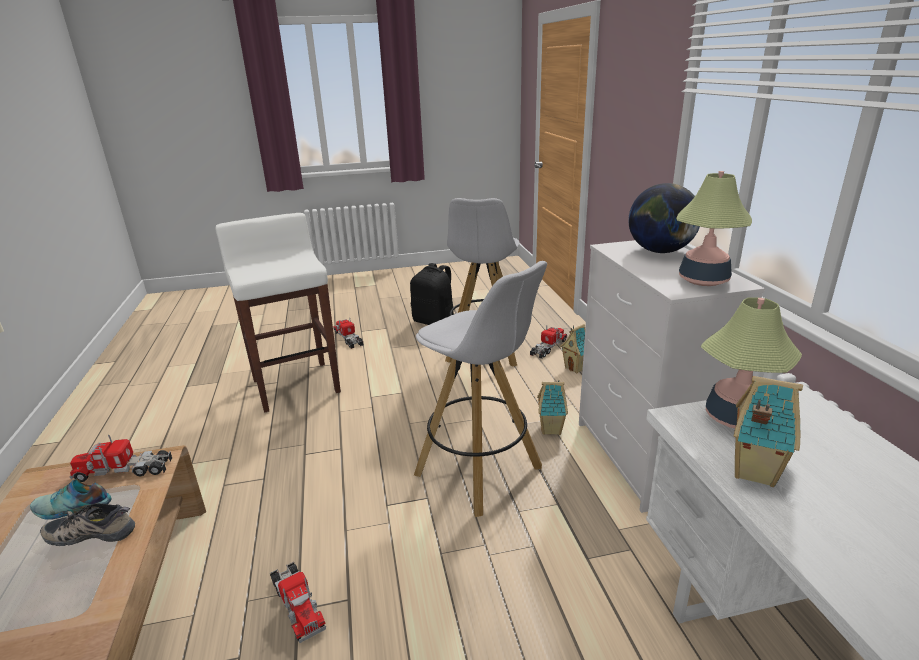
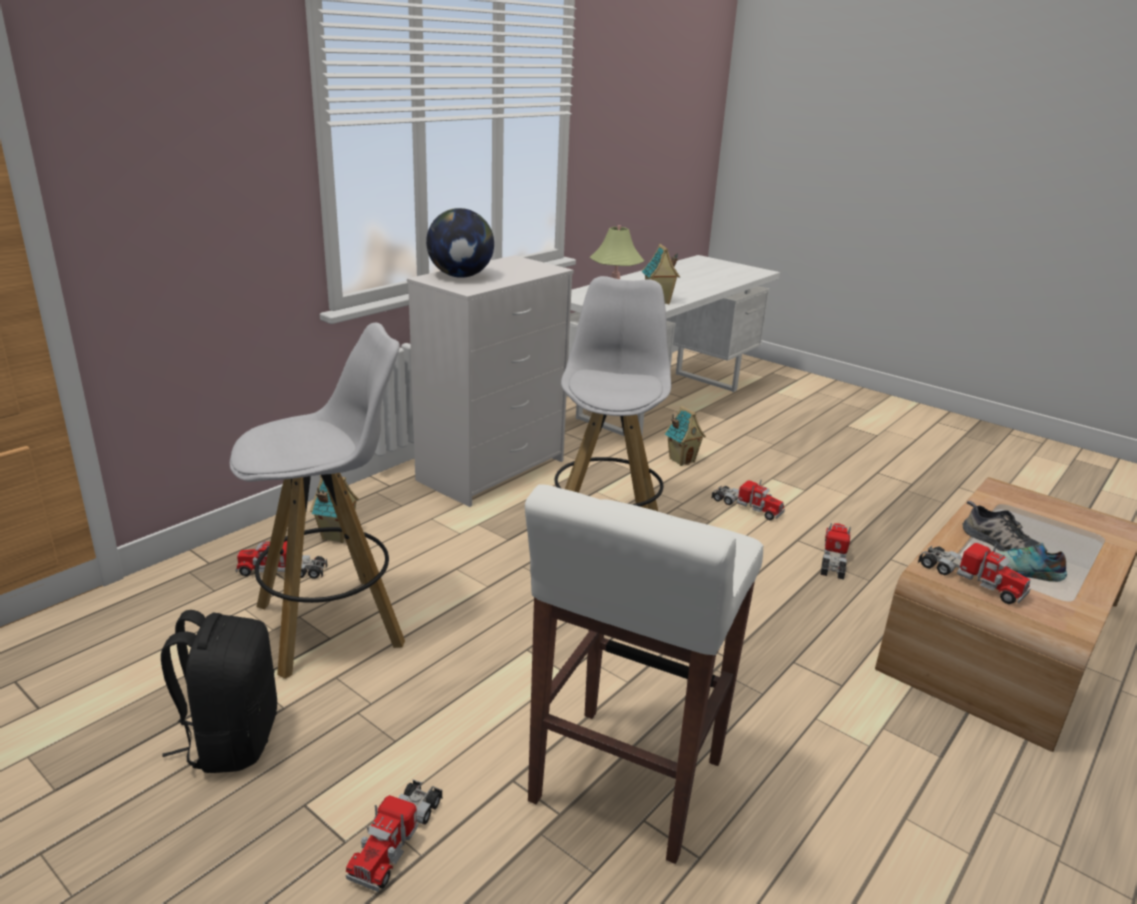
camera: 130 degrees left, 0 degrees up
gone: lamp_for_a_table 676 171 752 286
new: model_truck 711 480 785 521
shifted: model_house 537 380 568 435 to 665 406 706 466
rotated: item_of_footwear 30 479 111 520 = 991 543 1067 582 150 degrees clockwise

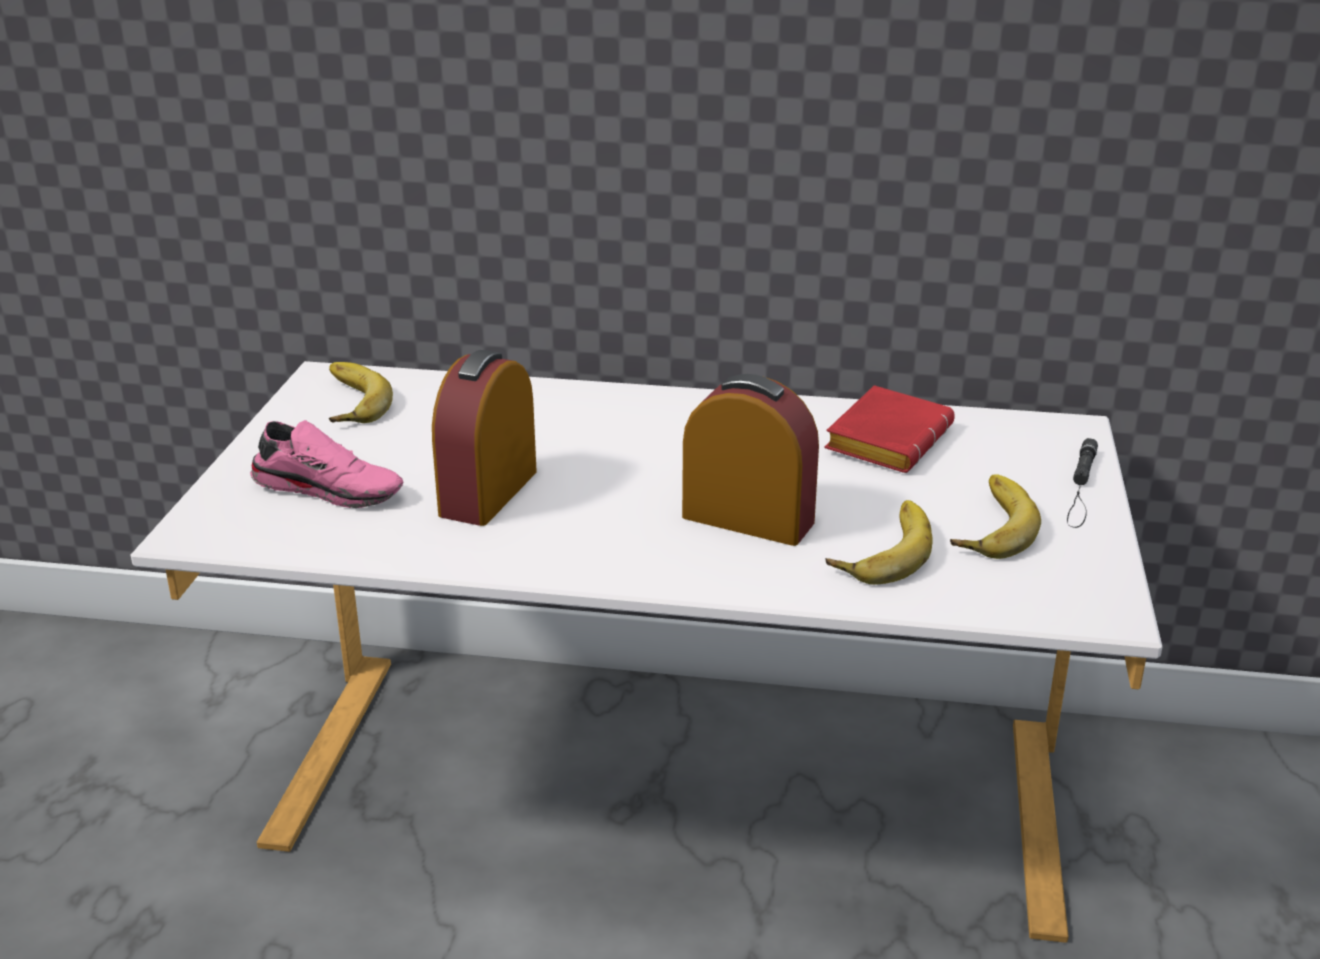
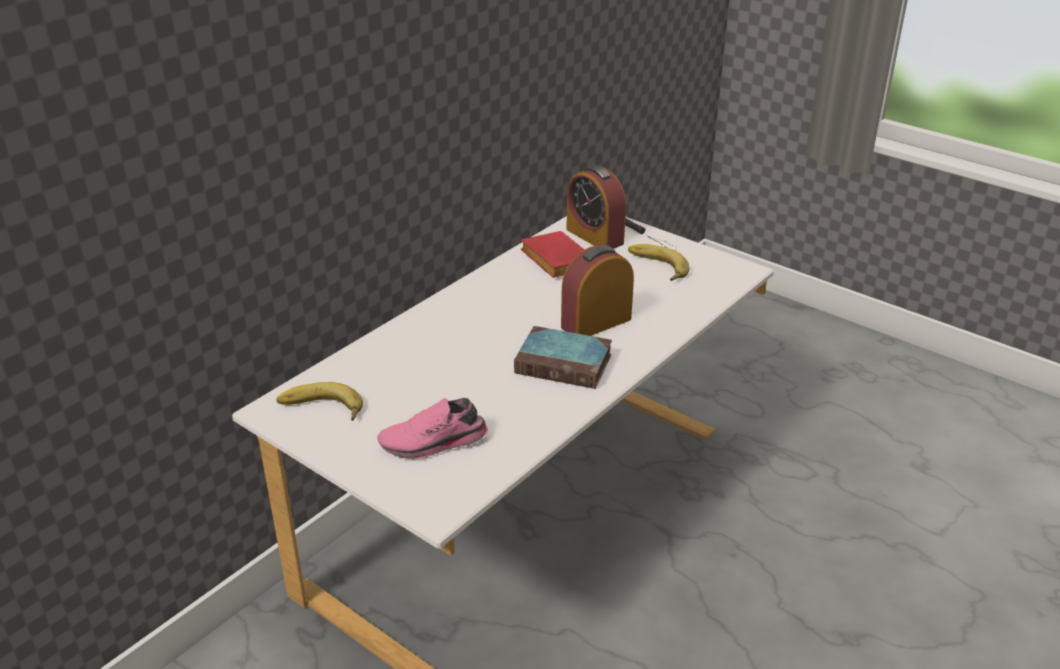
camera: 60 degrees left, 5 degrees up
gone: banana 825 500 933 585
new: book 514 326 612 389
shifted: table_clock 432 350 537 526 to 566 165 626 249
rotated: pinkish_item_of_footwear 250 420 404 508 = 377 398 488 460 150 degrees counterclockwise

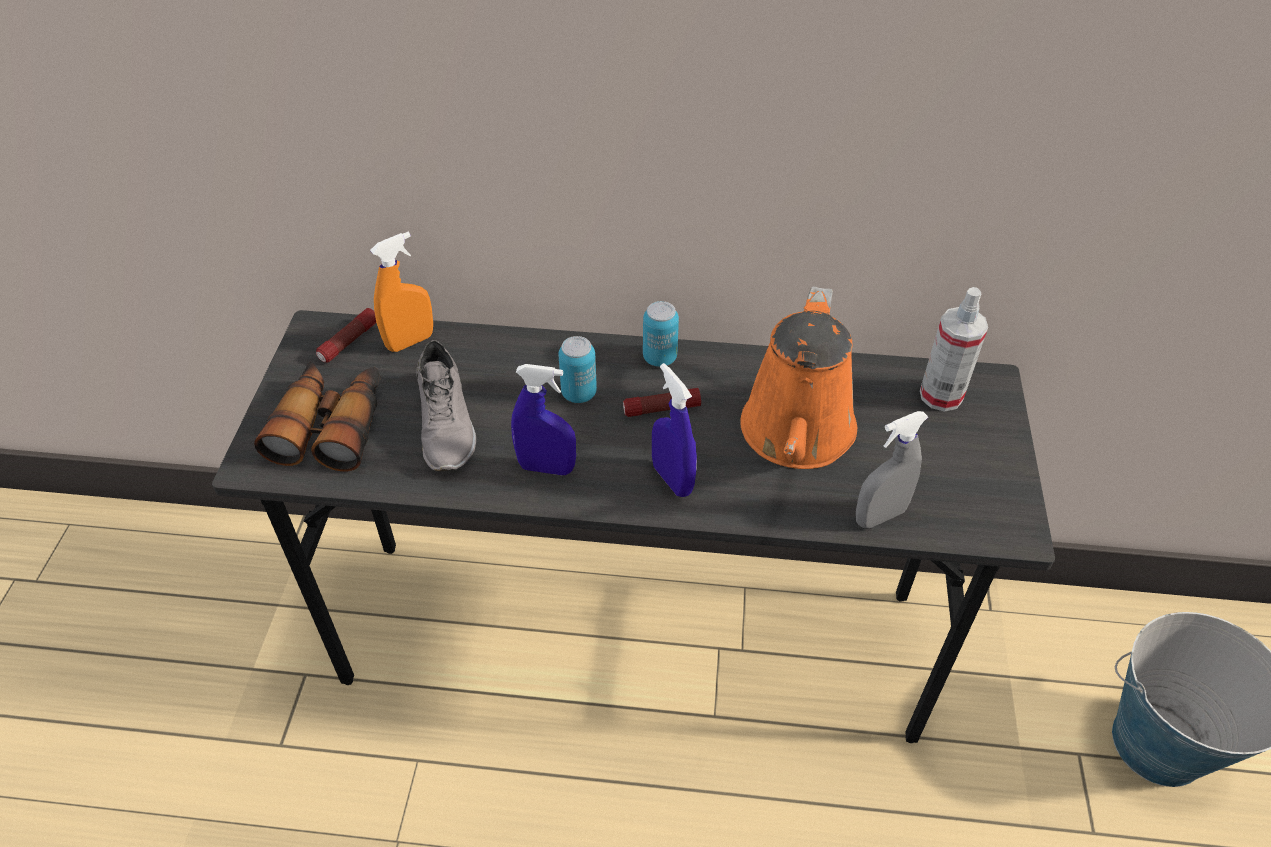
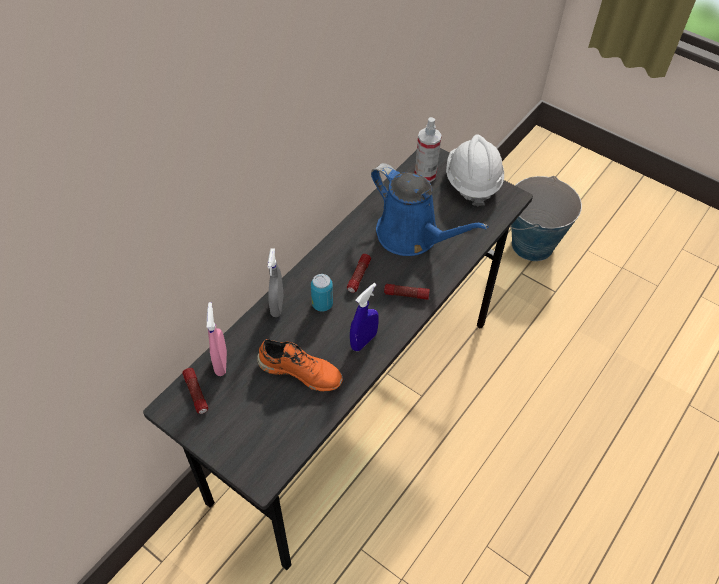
camera: 60 degrees left, 5 degrees up
gone: field_glasses 254 361 381 471; can 643 301 679 367
new: white-coloured_safety_helmet 446 135 504 207
shifted: grey_sprayer 856 411 928 528 to 268 248 283 317
swapped: blue-coloured_sprayer 652 363 697 497 to flashlight 384 284 430 300
repainted: orange_sprayer 370 232 433 352 to pinkish_sprayer 206 302 227 376; grey_item_of_footwear 416 340 476 472 to orange_item_of_footwear 257 339 343 392; orange_watering_pot 740 287 857 469 to blue-coloured_watering_pot 371 163 488 256

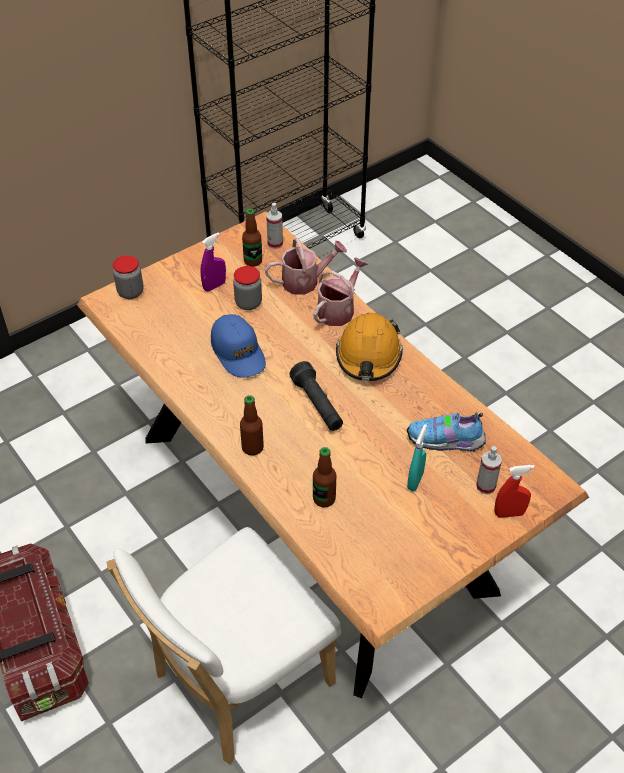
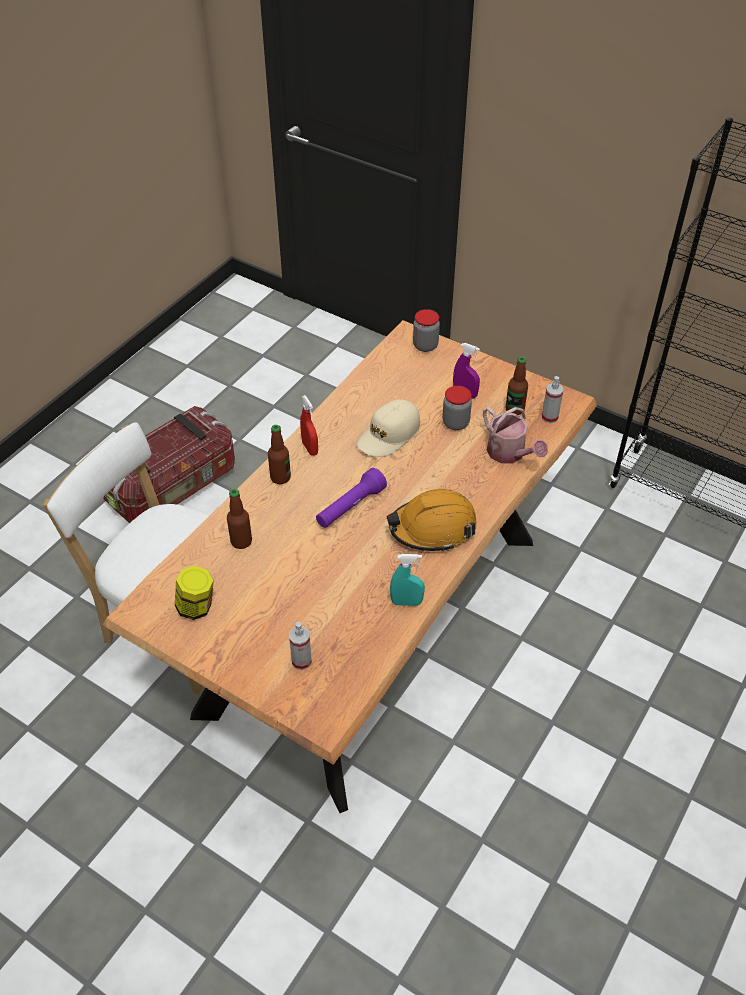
camera: 70 degrees right, 0 degrees up
gone: watering_pot 314 257 368 326; item_of_footwear 407 412 485 451
new: storage_jar 175 566 214 620
shifted: turquoise-coloured_sprayer 407 424 427 491 to 390 554 425 606; red-coloured_sprayer 495 465 535 518 to 300 395 318 456
repainted: blue-coloured_cap 211 314 266 378 to beige-coloured_cap 357 399 420 457; black-coloured_flashlight 289 361 343 431 to purplish_flashlight 316 468 387 528

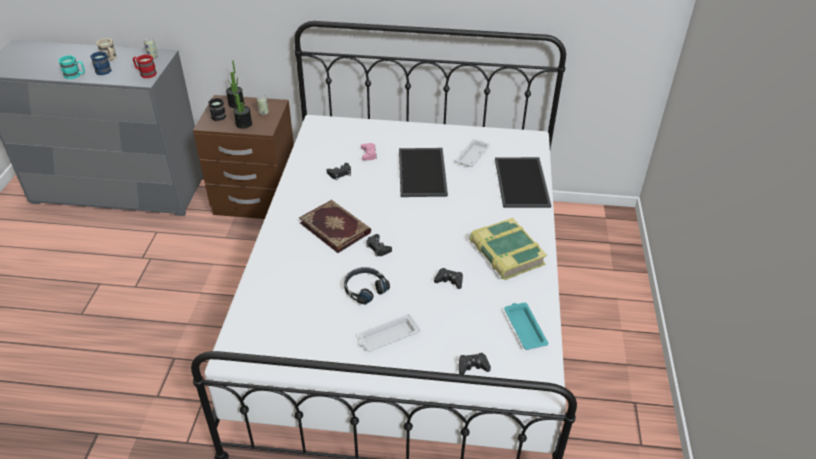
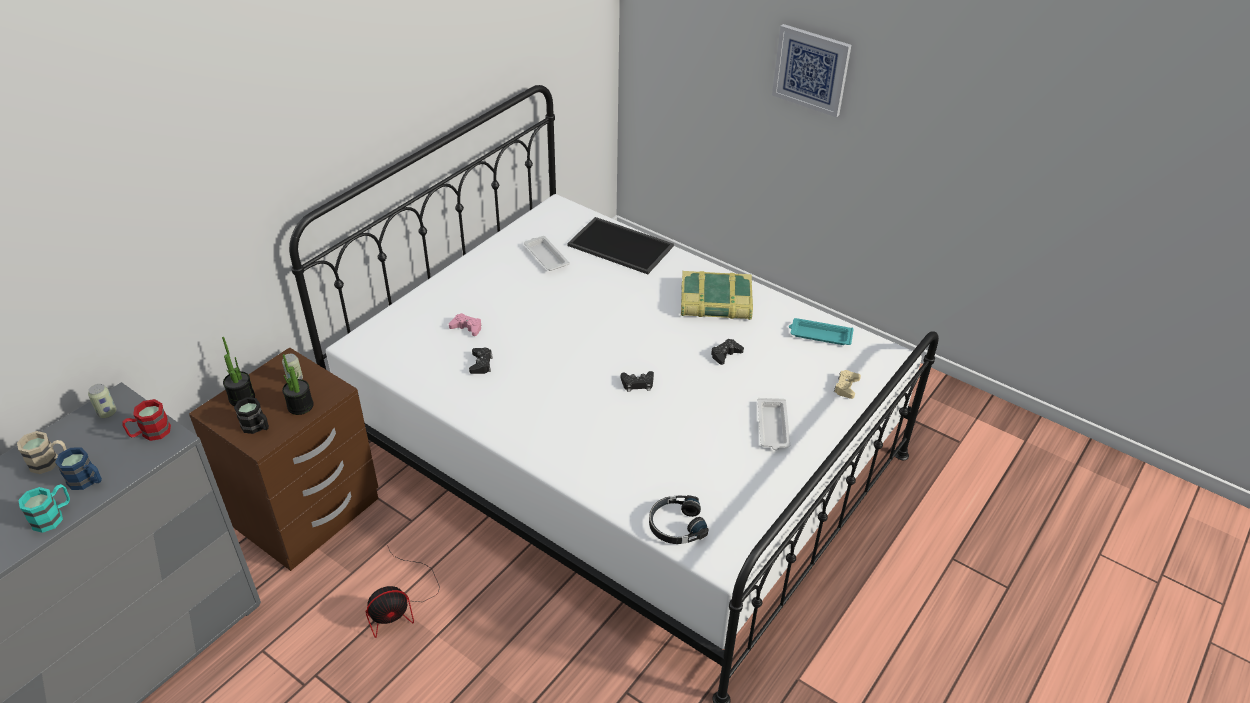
camera: 60 degrees left, 0 degrees up
gone: book 299 200 371 253; carrying_tray 399 148 448 197
new: cooling_fan 366 545 440 638; wall_picture 772 24 851 118
shifted: black-coloured_headset 344 267 390 305 to 649 495 709 544
repainted: black-coloured_gamepad 459 353 491 375 to beige-coloured_gamepad 834 370 861 399

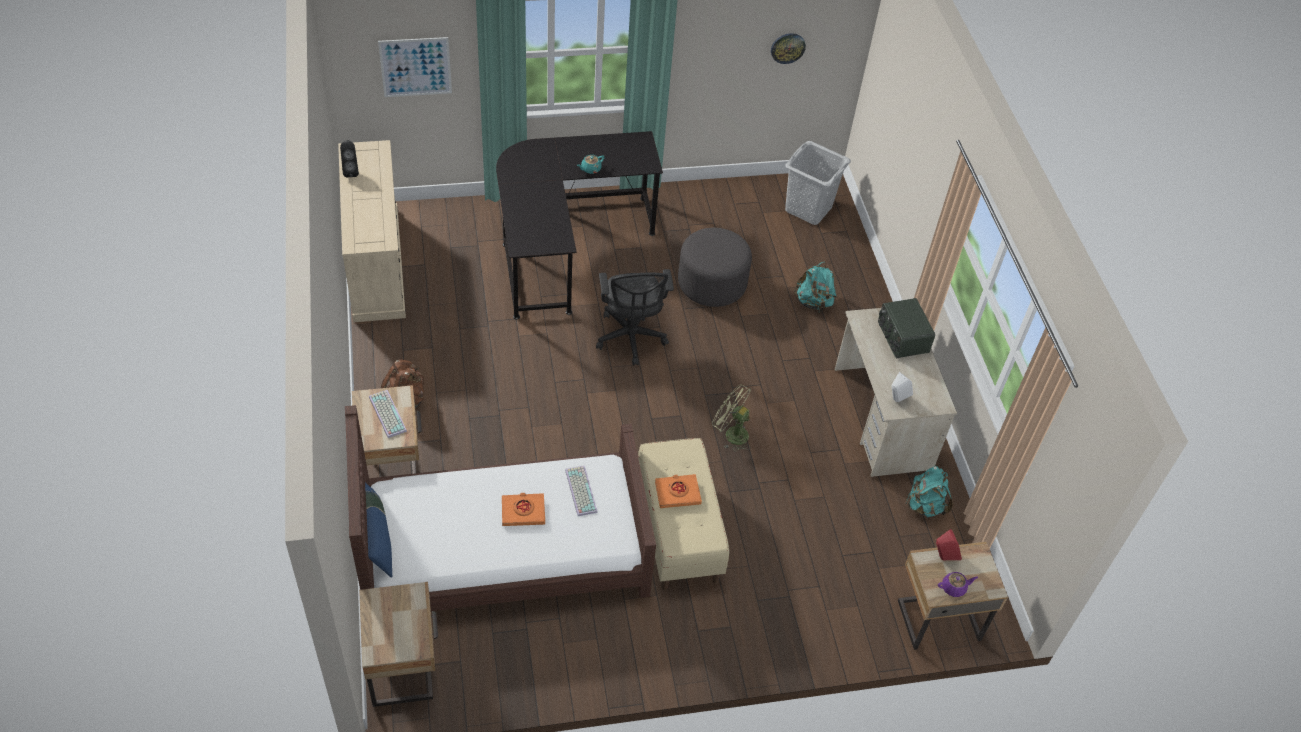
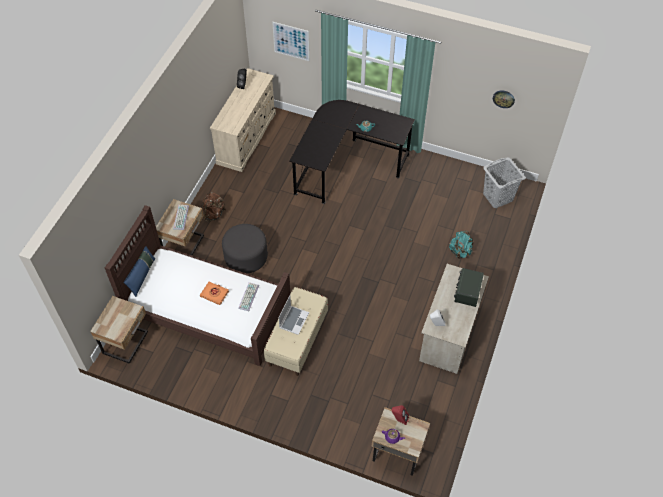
camera: 35 degrees right, 5 degrees up
gone: black-coloured_office_chair 596 269 674 366; green_cooling_fan 712 384 751 451; turquoise-coloured_backpack 906 466 953 517
shifted: grey_footrest 678 228 752 307 to 222 224 268 274
swapped: orange_book 655 474 702 508 to notebook_computer 279 296 309 335

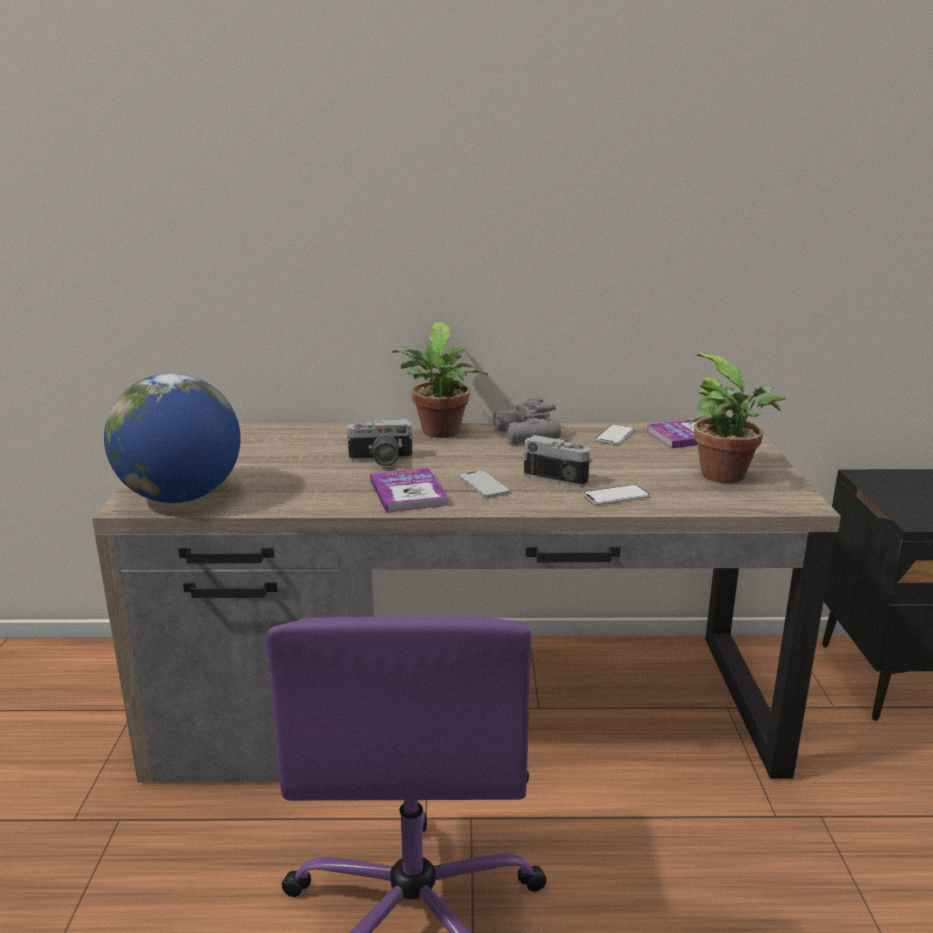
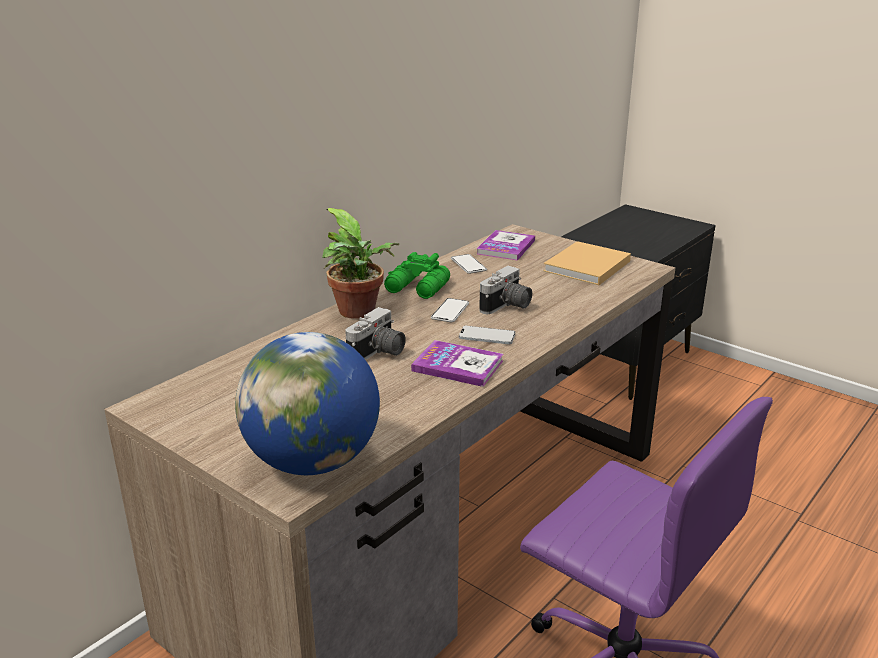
camera: 50 degrees left, 5 degrees up
shifted: handset 583 484 650 505 to 431 298 469 322
swapped: potted_plant 689 353 786 483 to beige-coloured_book 543 241 631 285
repainted: grey_field_glasses 493 397 561 444 to green_field_glasses 384 252 450 299
rotated: still_camera 523 435 593 487 = 479 266 532 314 150 degrees clockwise

